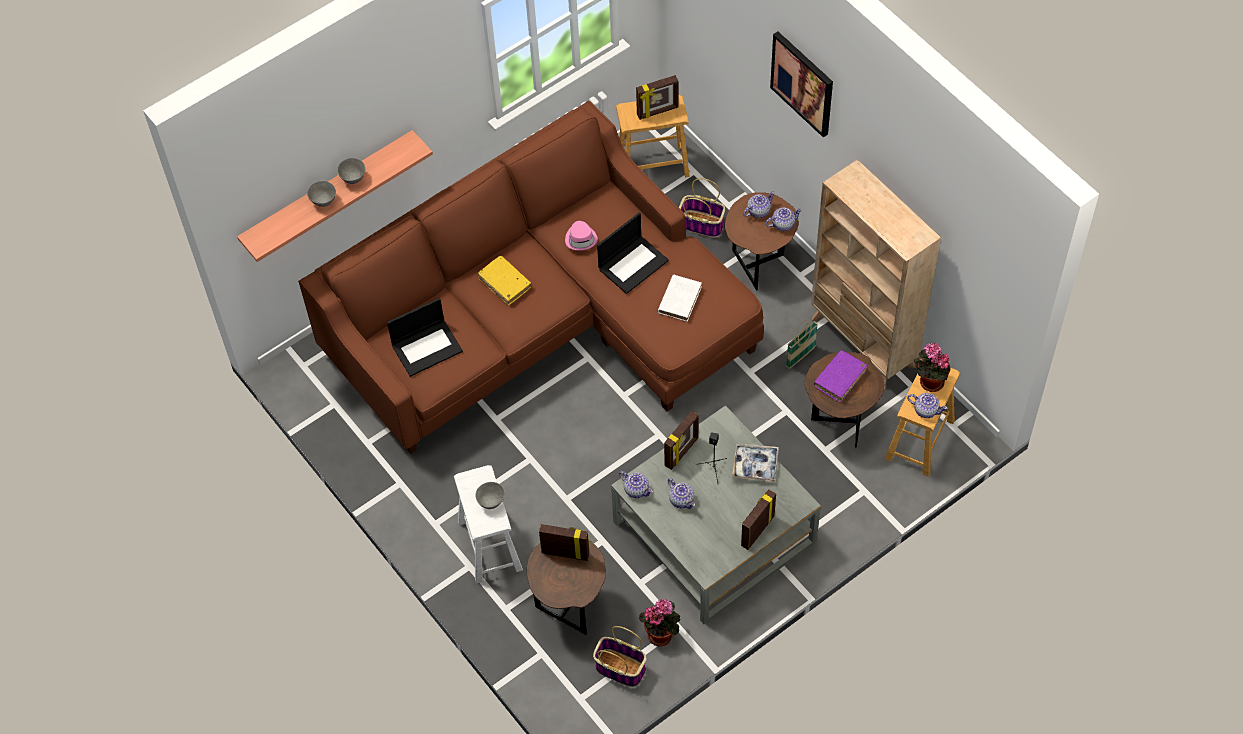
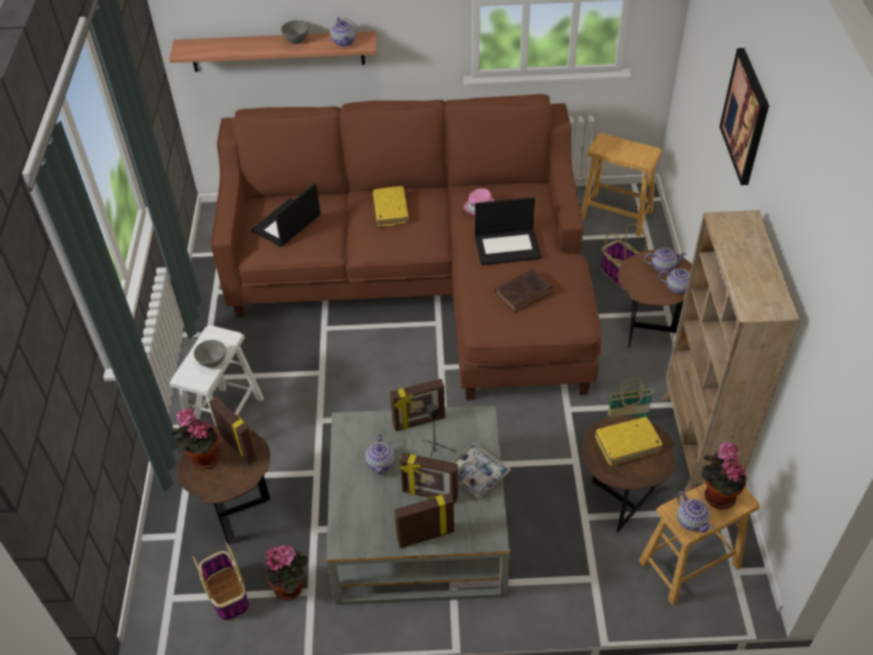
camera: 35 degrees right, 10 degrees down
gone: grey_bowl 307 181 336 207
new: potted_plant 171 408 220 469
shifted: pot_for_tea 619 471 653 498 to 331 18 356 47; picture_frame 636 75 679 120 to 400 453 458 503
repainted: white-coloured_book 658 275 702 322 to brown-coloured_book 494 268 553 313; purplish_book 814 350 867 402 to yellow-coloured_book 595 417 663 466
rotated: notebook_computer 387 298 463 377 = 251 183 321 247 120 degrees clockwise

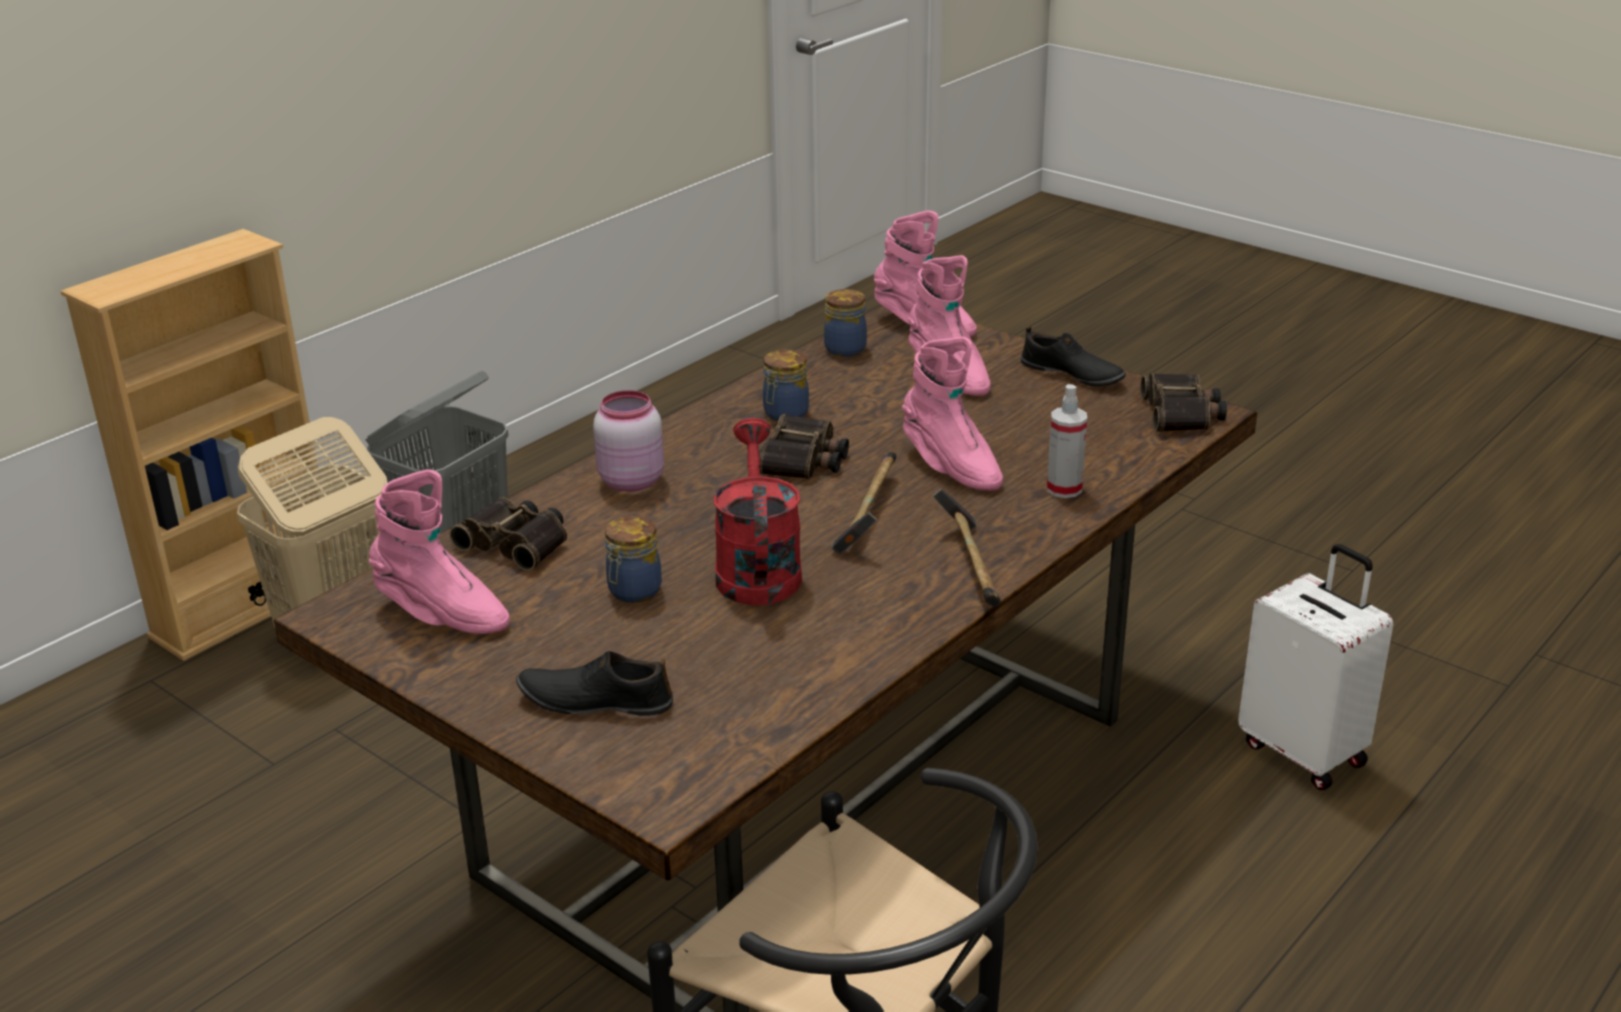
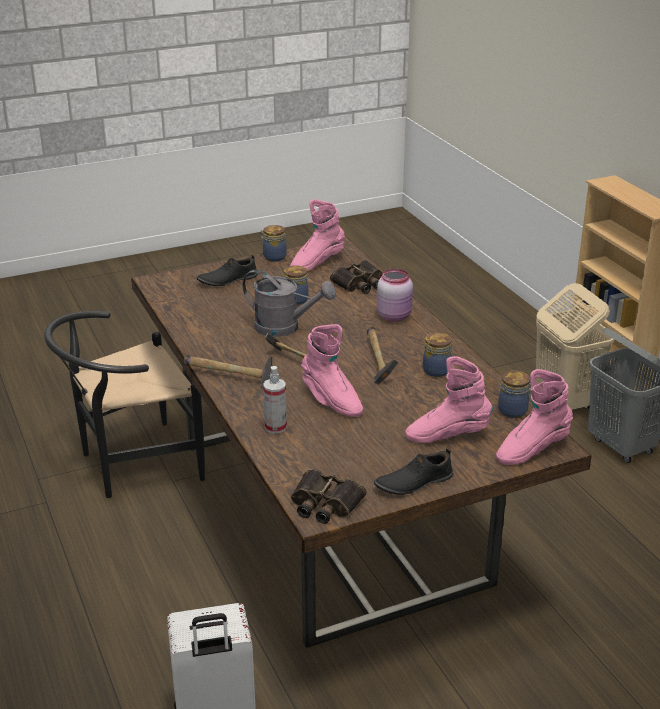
camera: 115 degrees right, 0 degrees up
new: storage_jar 260 225 286 262
swapped: field_glasses 759 413 849 479 to hand_hammer 367 326 399 385
repainted: red-coloured_watering_pot 714 418 802 605 to grey_watering_pot 242 270 336 337
rotated: black-coloured_item_of_footwear 516 651 673 716 = 197 255 258 286 150 degrees counterclockwise; pinkish_tall_boot 902 337 1003 491 = 301 324 363 417 120 degrees counterclockwise

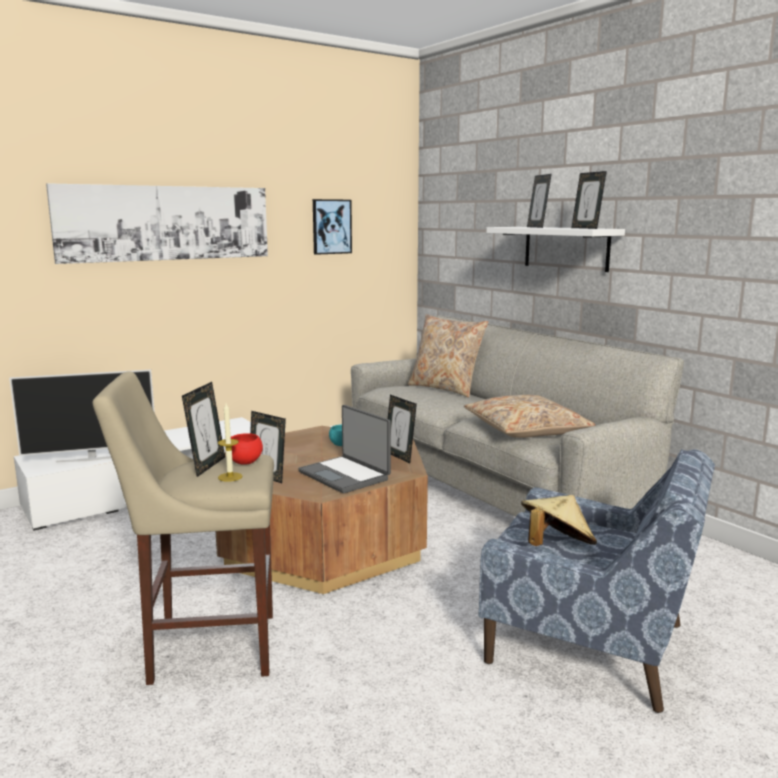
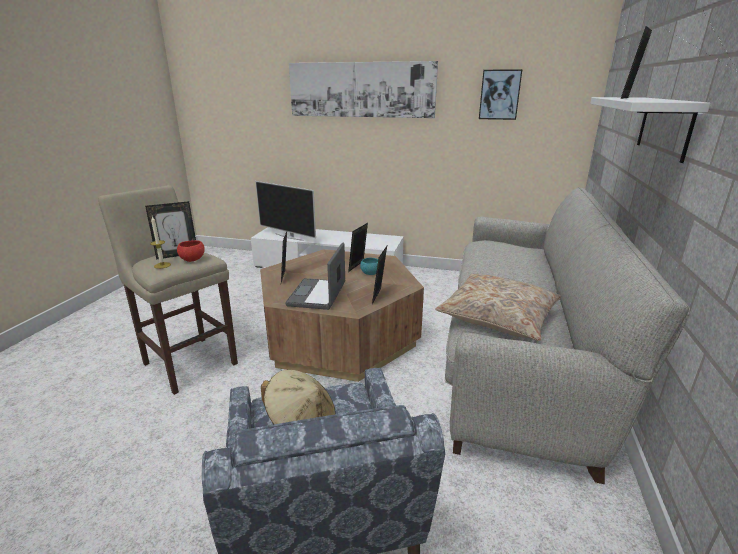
camera: 50 degrees right, 10 degrees up
gone: beige-coloured_cushion 408 314 488 397
shifted: picture_frame 571 171 607 229 to 348 223 368 272

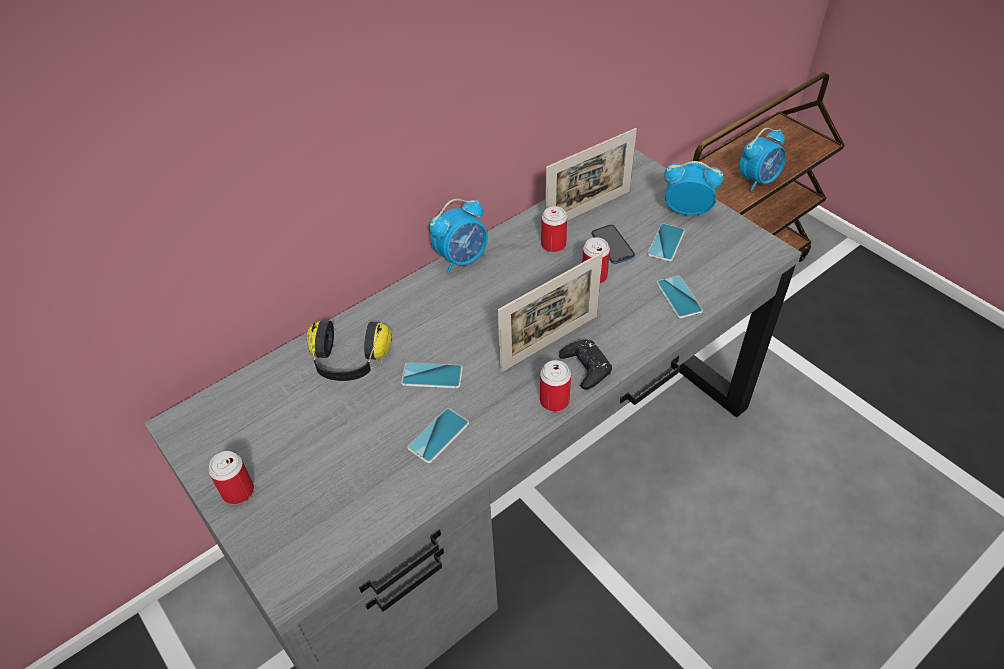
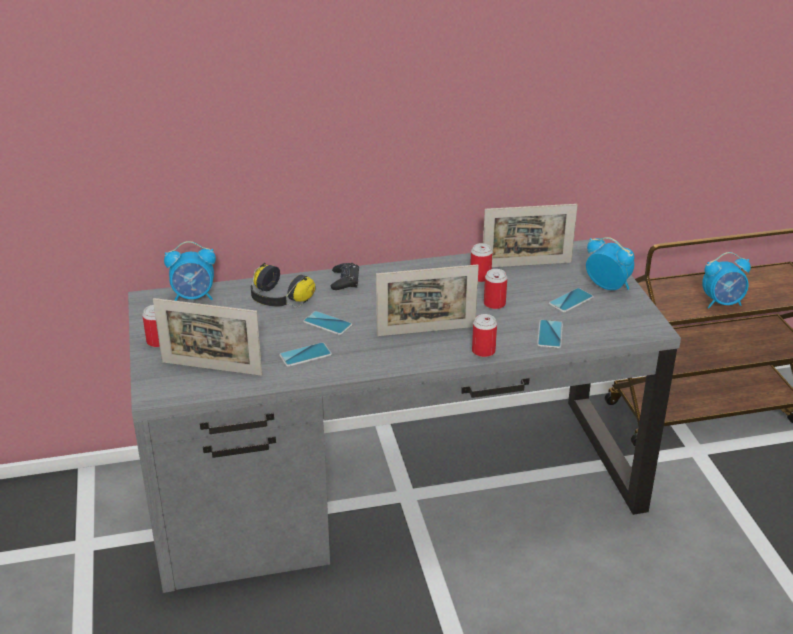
camera: 25 degrees right, 15 degrees down
gone: handset 592 224 635 264
new: picture_frame 153 298 262 376
shifted: table_clock 429 199 488 273 to 164 241 216 301; can 540 360 571 412 to 472 314 497 357; black-coloured_gamepad 559 340 612 390 to 330 263 359 290

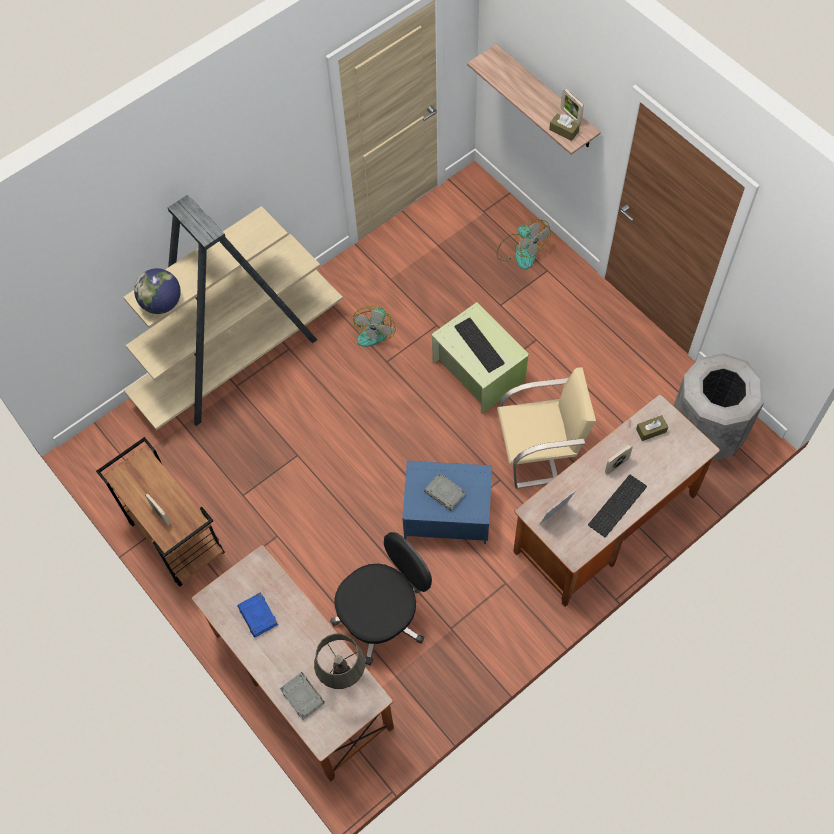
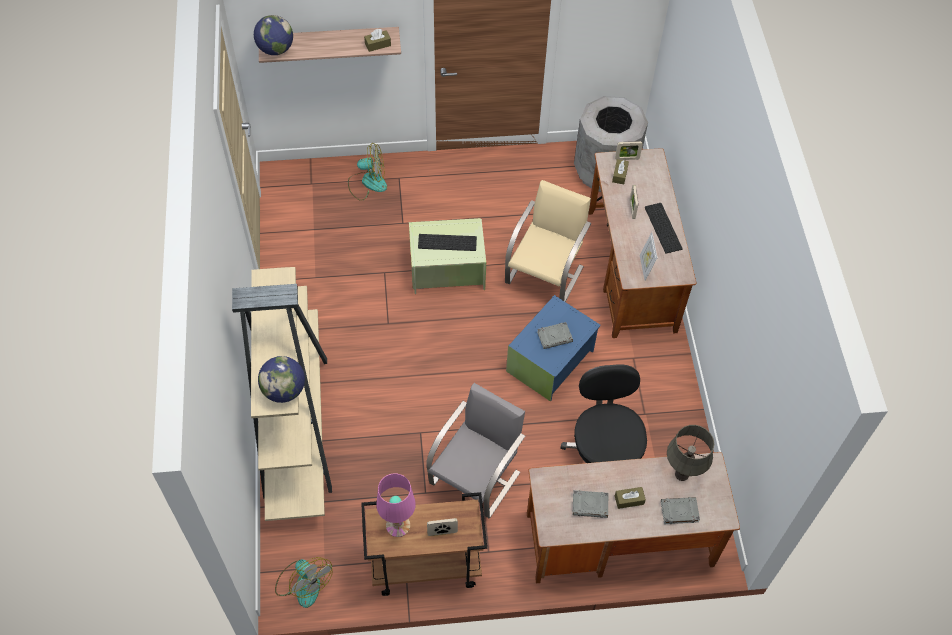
camera: 60 degrees left, 5 degrees down
new: desk_globe 254 15 293 55; pinkish_lamp_for_a_table 376 473 416 537; grey_chair 426 383 525 518; brown-coloured_tissue_holder 615 487 646 509
shifted: cooling_fan 353 306 396 347 to 275 557 332 608; picture_frame 560 89 584 124 to 615 141 643 160
repainted: blue-coloured_book 237 592 278 637 to grey_book 572 490 608 518

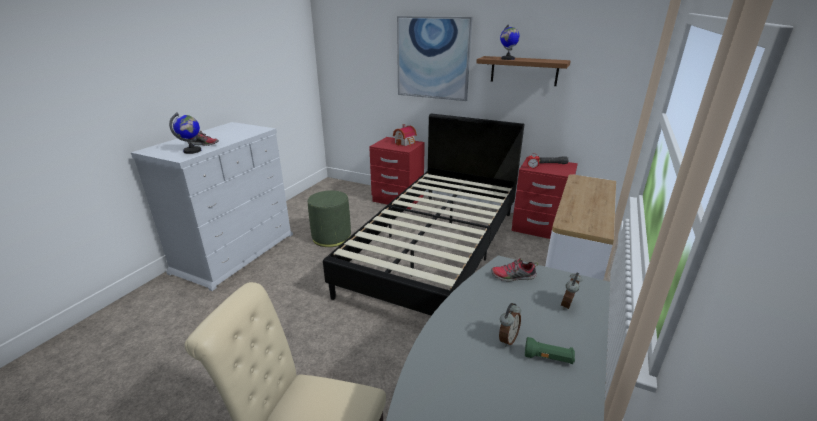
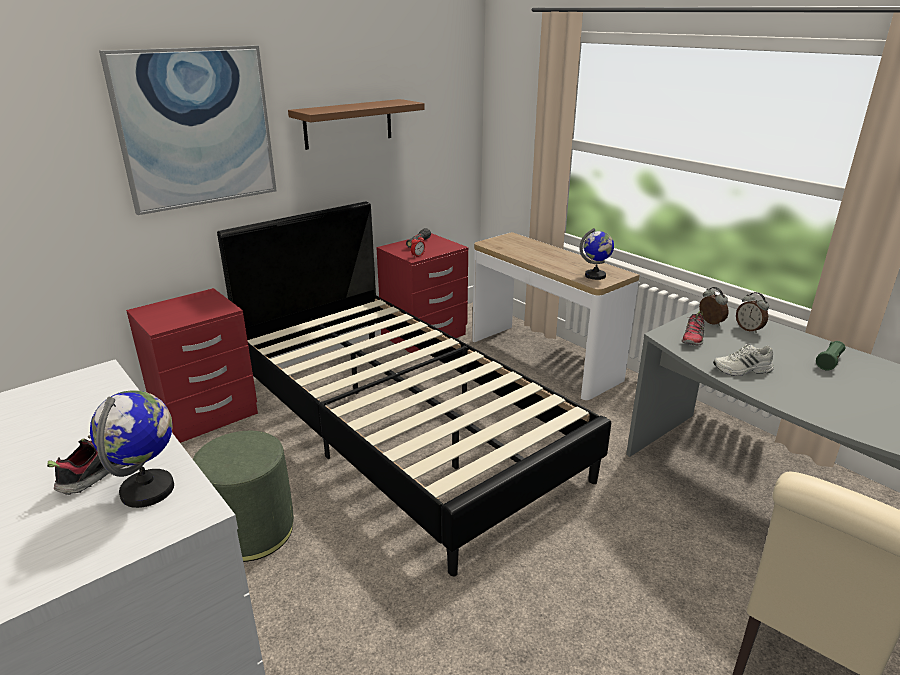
camera: 65 degrees left, 0 degrees up
gone: model_house 393 124 417 146
new: white-coloured_item_of_footwear 713 344 774 376
shifted: table_clock 499 303 521 347 to 699 287 728 326; desk_globe 500 24 520 60 to 580 228 614 280

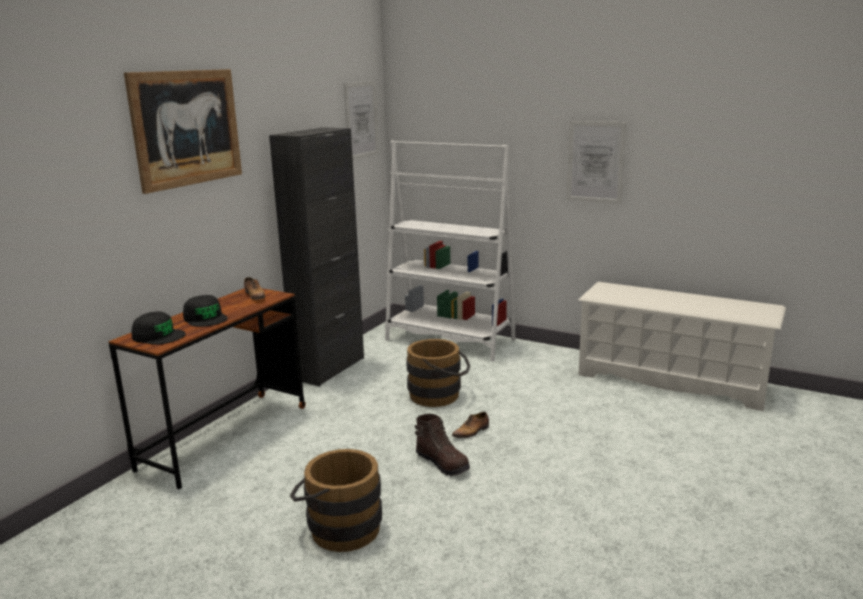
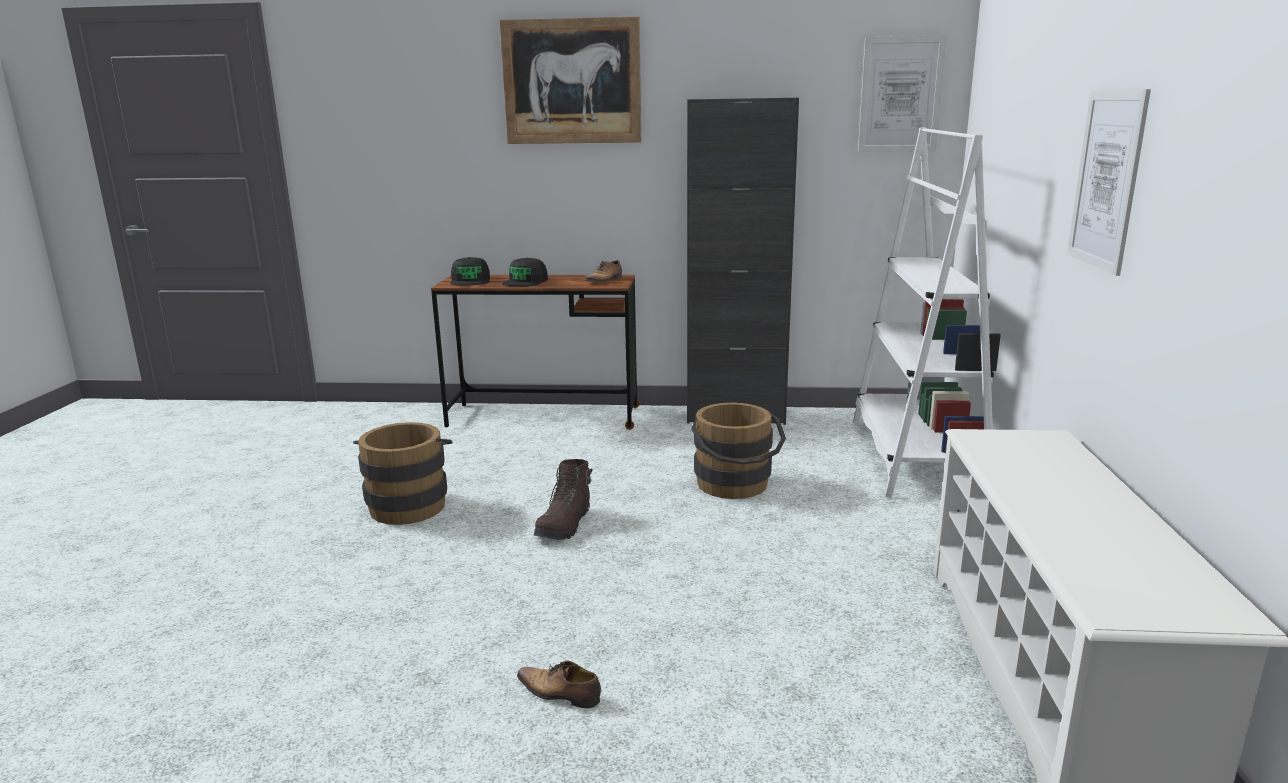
camera: 65 degrees right, 0 degrees up
shifted: item_of_footwear 452 412 489 438 to 517 660 601 709

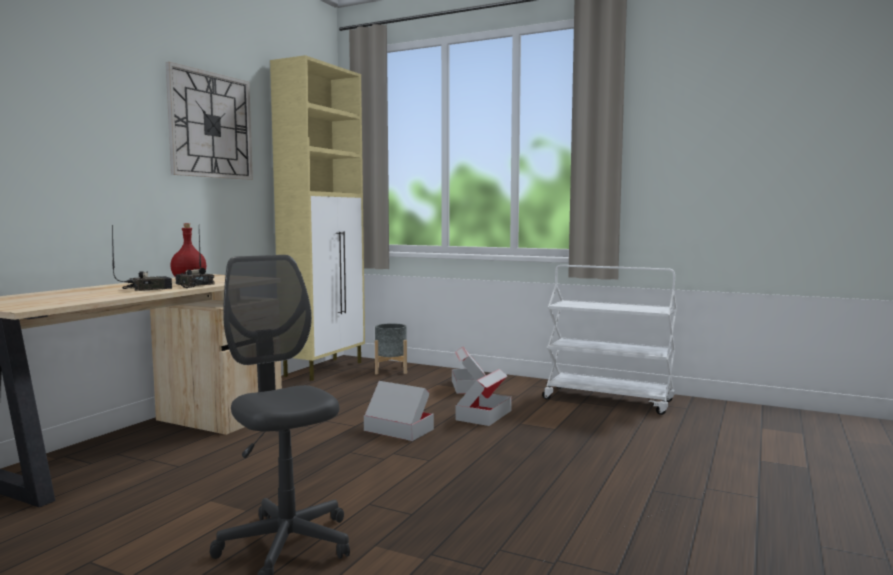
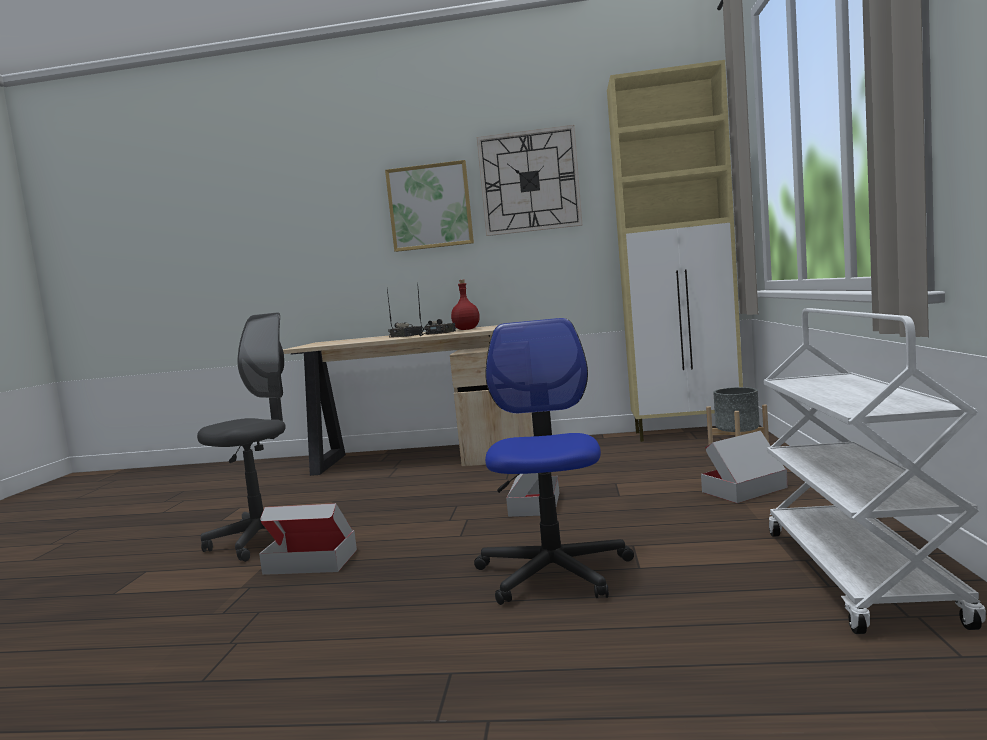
camera: 70 degrees right, 0 degrees up
new: wall_picture 385 160 474 252; office_chair 474 318 634 605
shifted: packing_box 456 369 512 426 to 259 503 357 575

